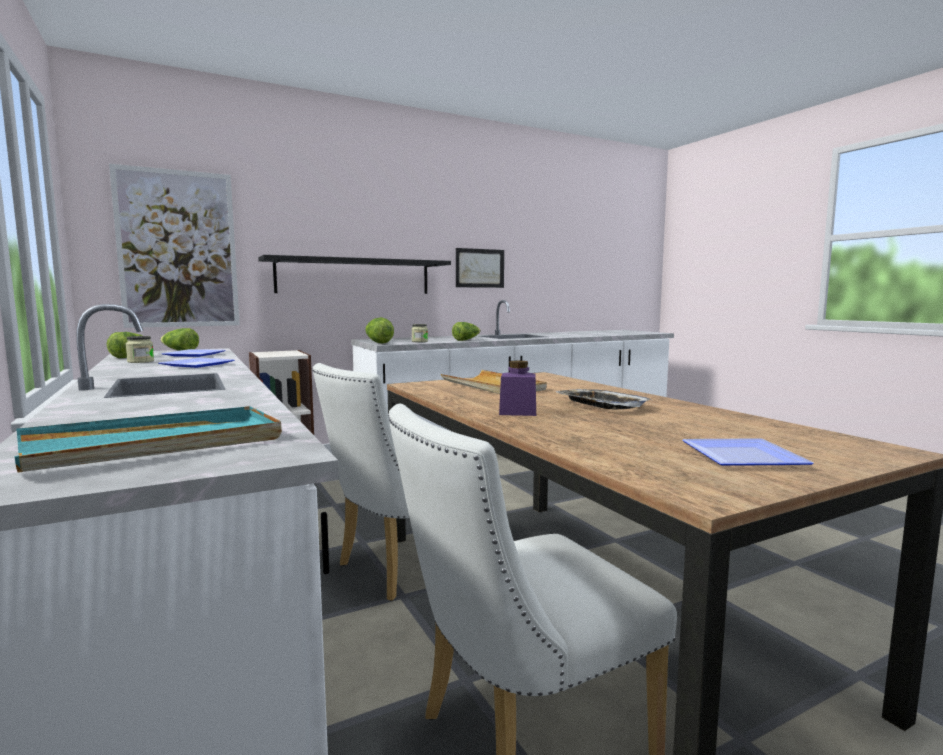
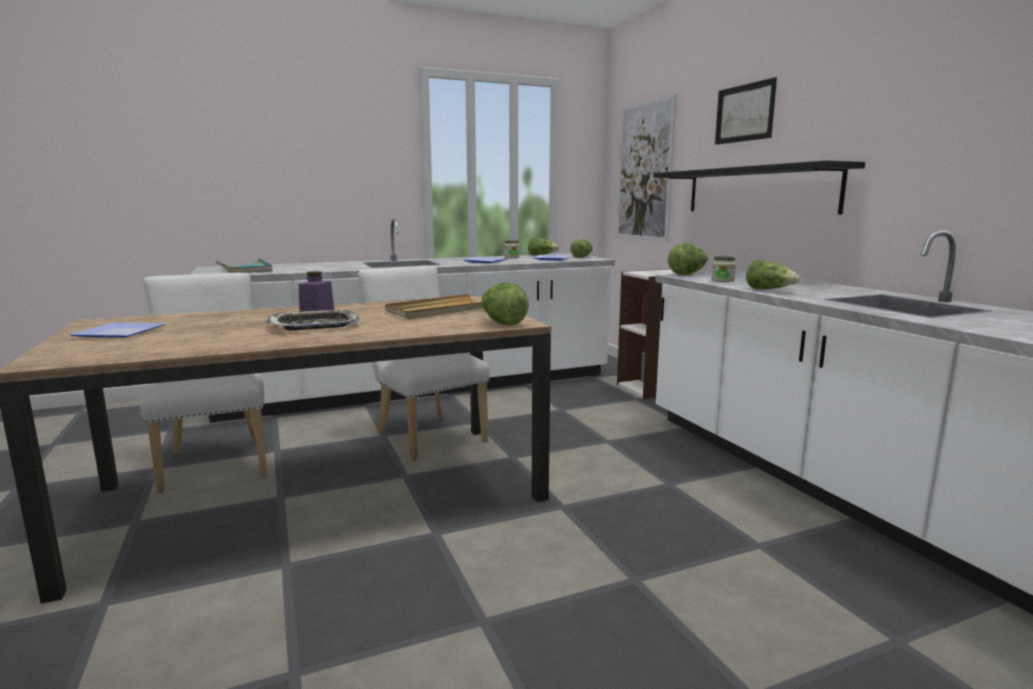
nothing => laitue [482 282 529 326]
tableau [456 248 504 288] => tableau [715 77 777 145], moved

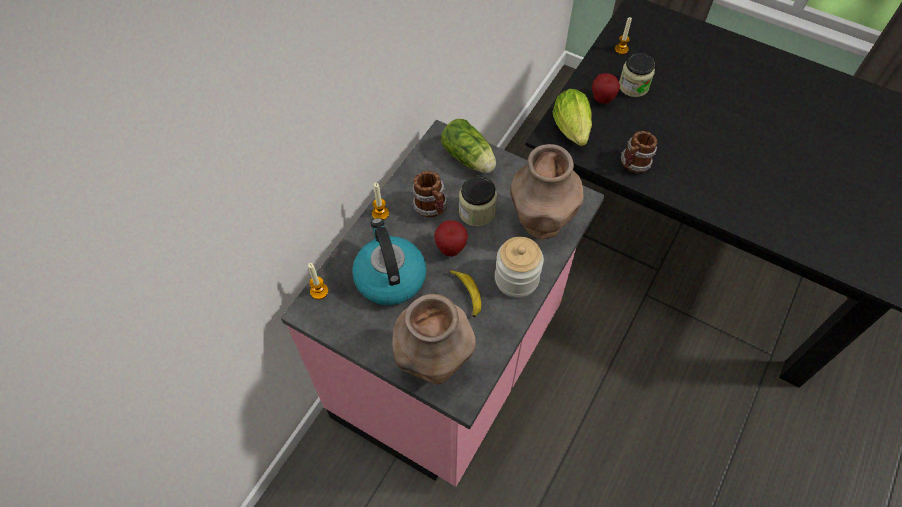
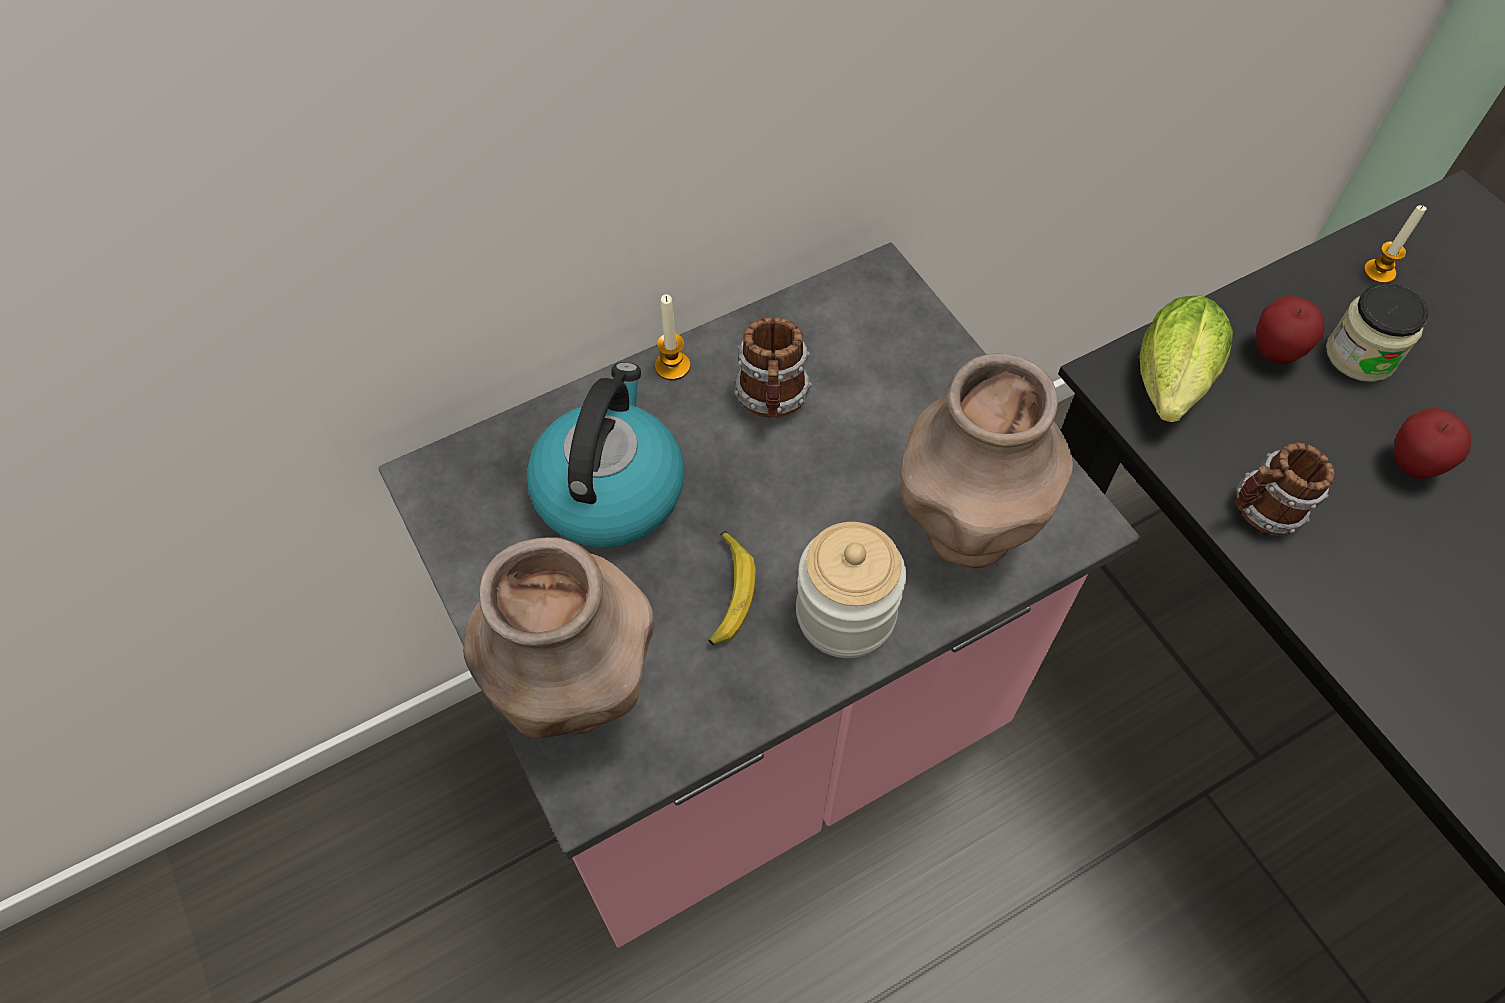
pomme [434 220 468 257] => pomme [1394 408 1471 479], moved
bougie [308 263 328 299] => nothing
laitue [441 119 496 173] => nothing
bocal [459 176 497 227] => nothing

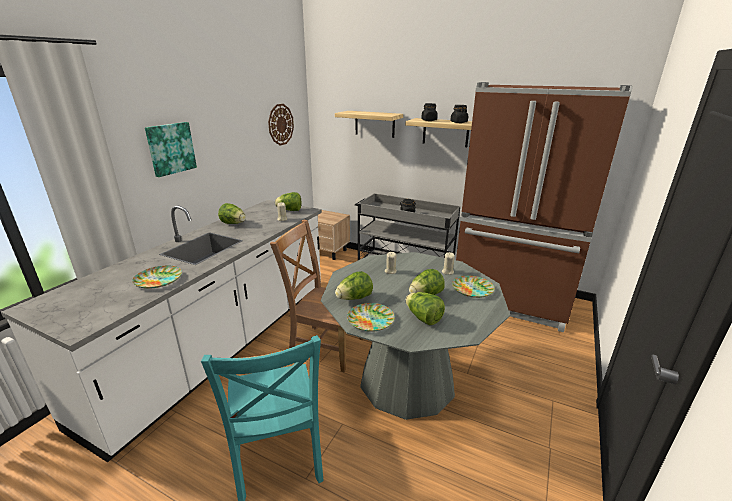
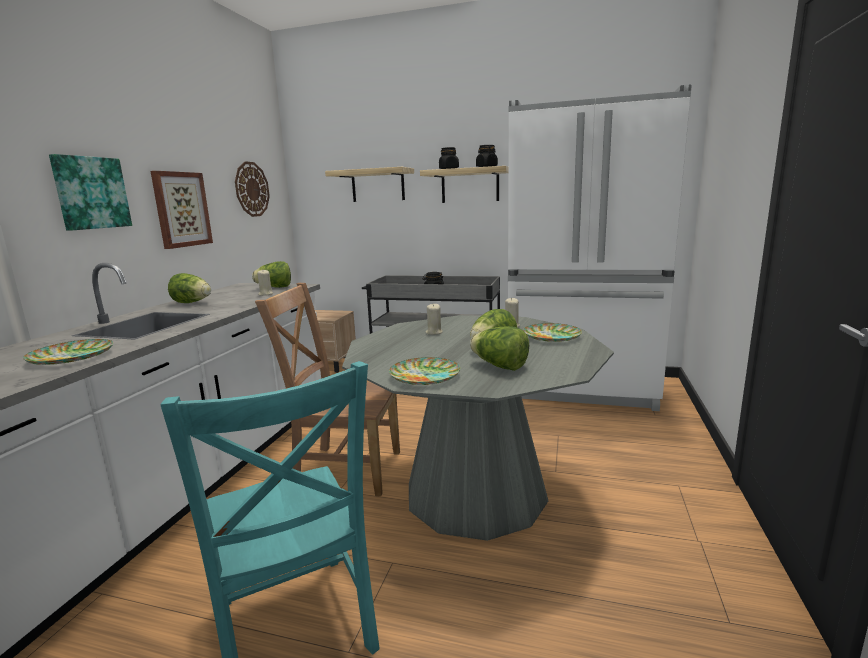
nothing => tableau [151 171 213 249]
réfrigérateur [marron] [456 82 633 332] => réfrigérateur [blanc] [508 84 692 411]
laitue [335 271 373 300] => nothing

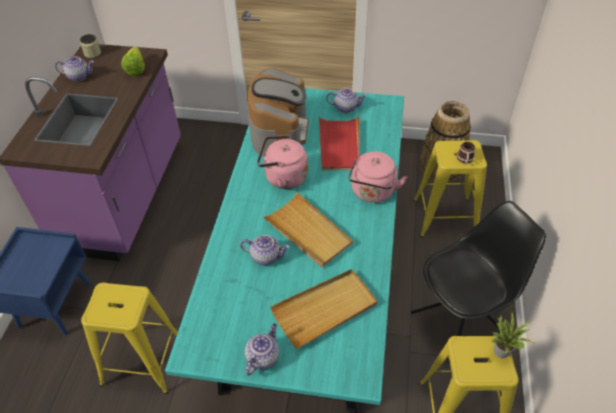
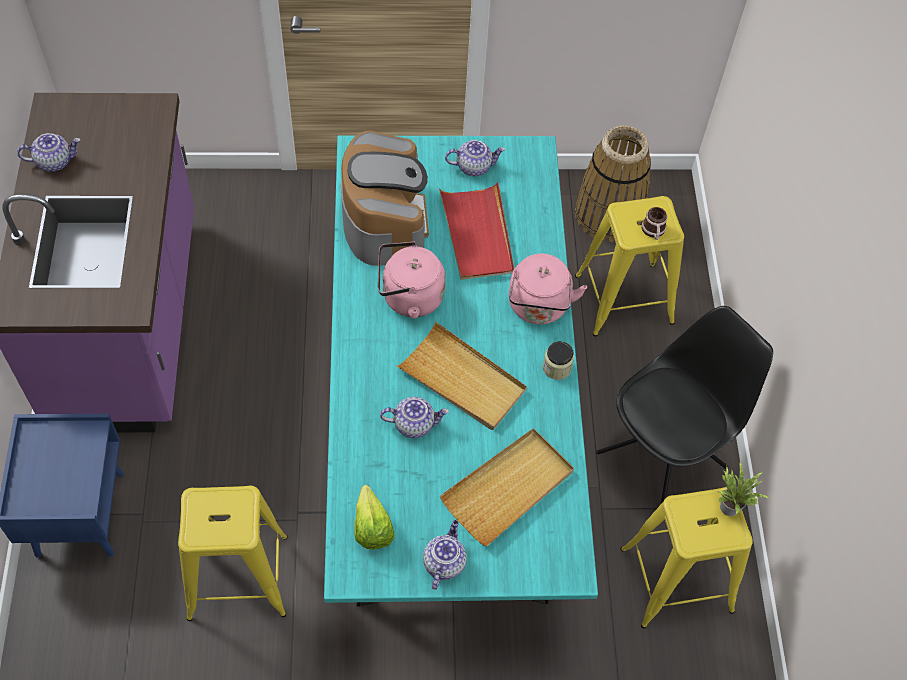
laitue [121 47 145 76] => laitue [354 485 395 550], moved
bocal [80 34 101 58] => bocal [543 341 574 380], moved

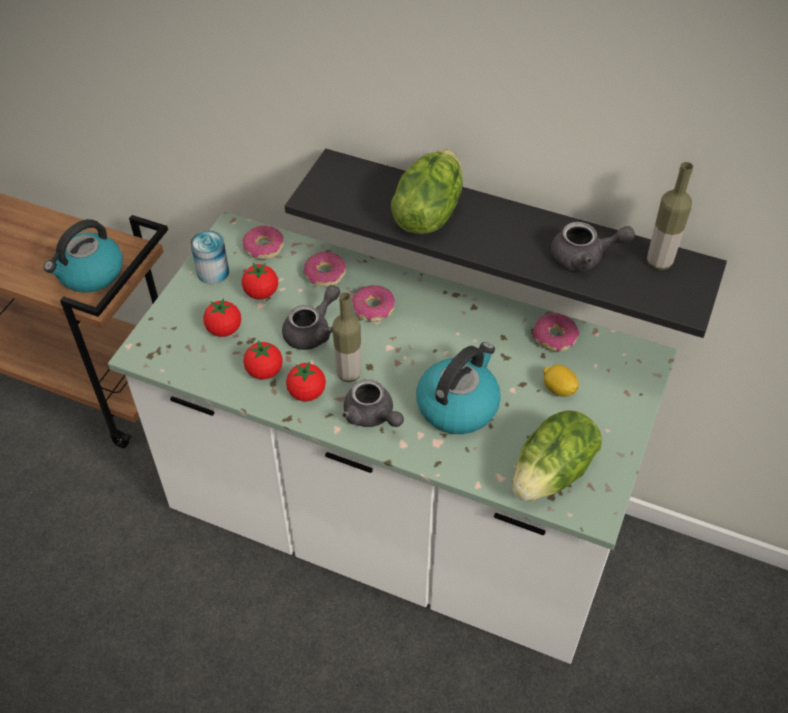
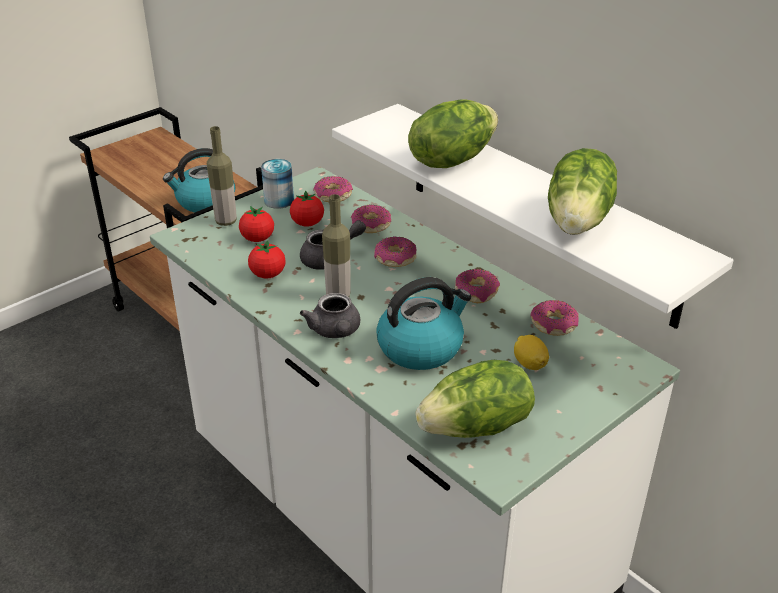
bouteille [647 162 693 270] => bouteille [207 126 237 226], moved
étagère [noir] [285 149 727 338] => étagère [blanc] [332 104 734 329]
nothing => beignet [455 269 500 303]
théière [gris] [550 222 635 271] => laitue [548 148 617 235]
tomate [286 362 326 402] => nothing

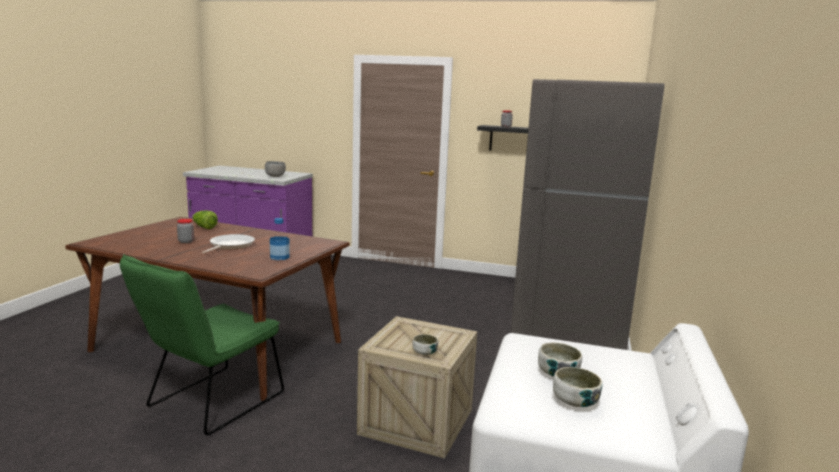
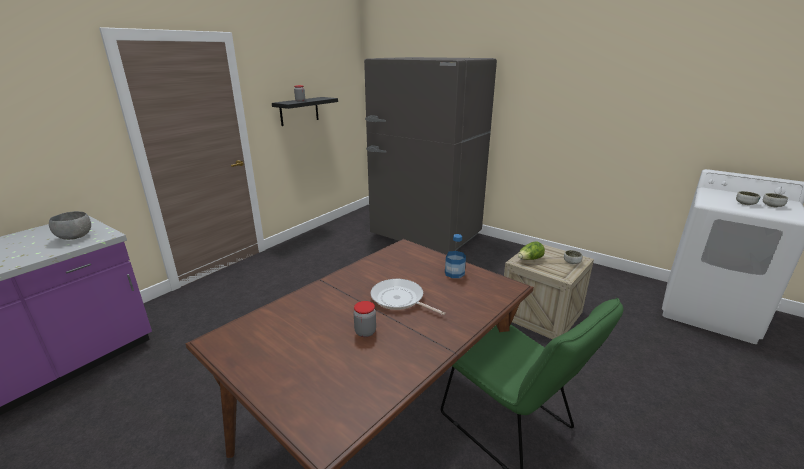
laitue [192 210 218 229] => laitue [518 242 545 260], moved

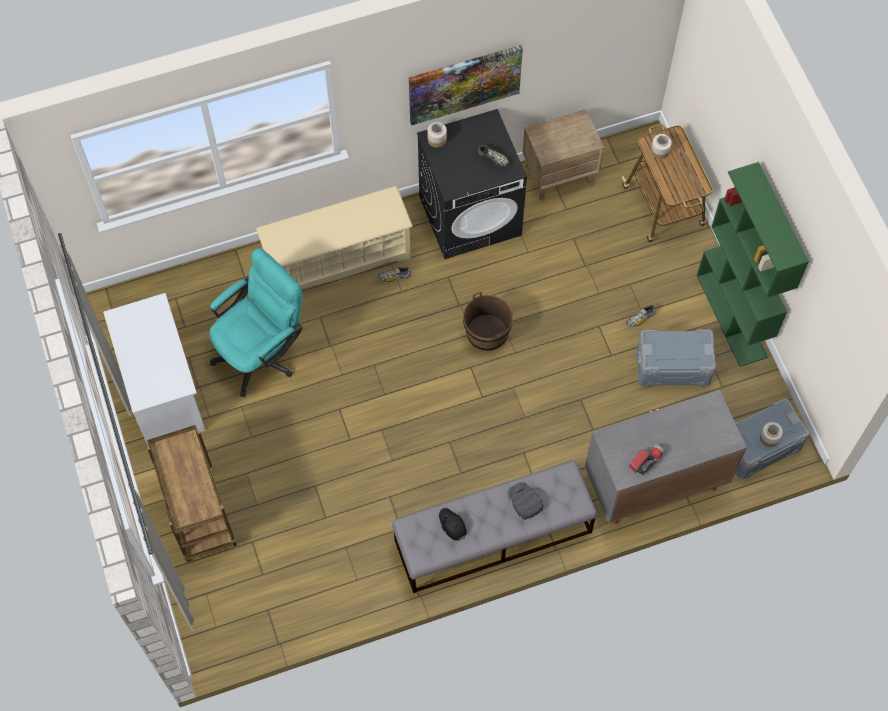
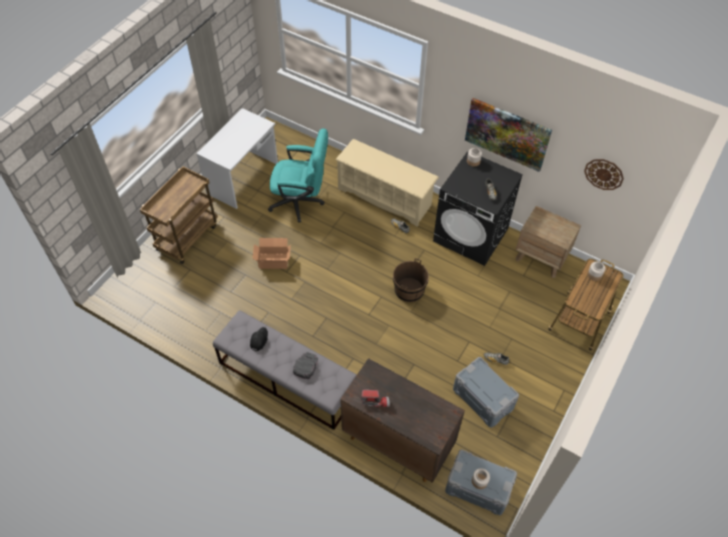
nothing => carton [252 238 291 269]
meuble de rangement [gris] [585 390 747 524] => meuble de rangement [marron] [340 358 465 483]
nothing => horloge murale [584 159 624 190]
bibliothèque [vert] [697 162 809 367] => nothing

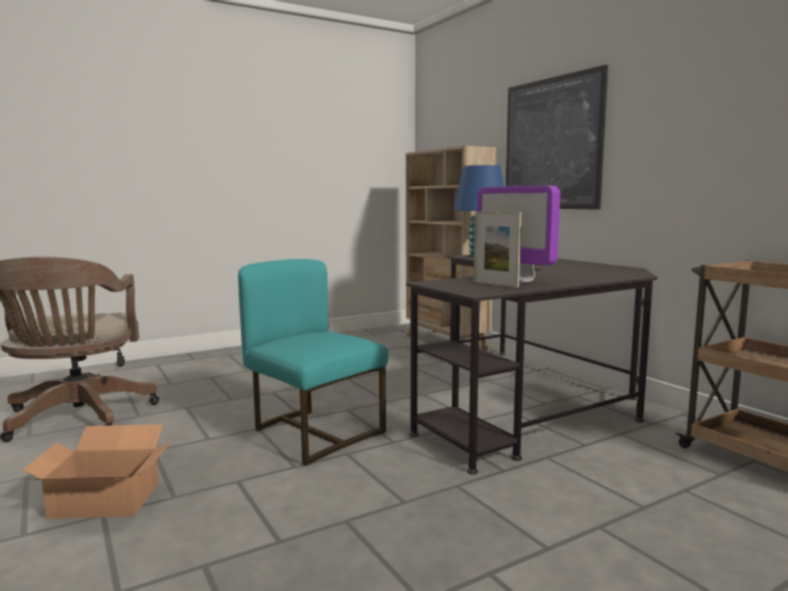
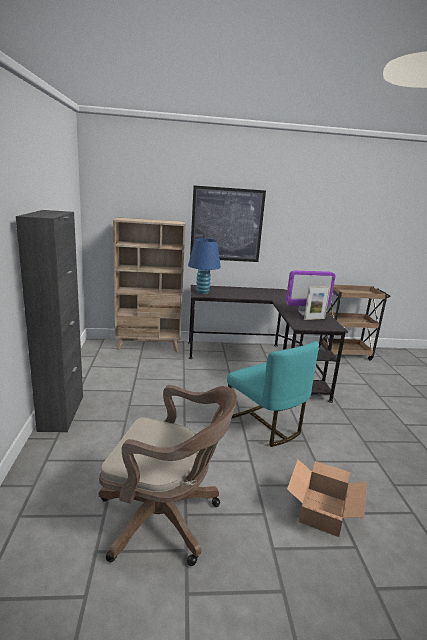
nothing => meuble de rangement [noir] [16 210 83 432]
chaise [turquoise] [238 259 388 466] => chaise [turquoise] [227 341 319 447], 105 degrees counterclockwise

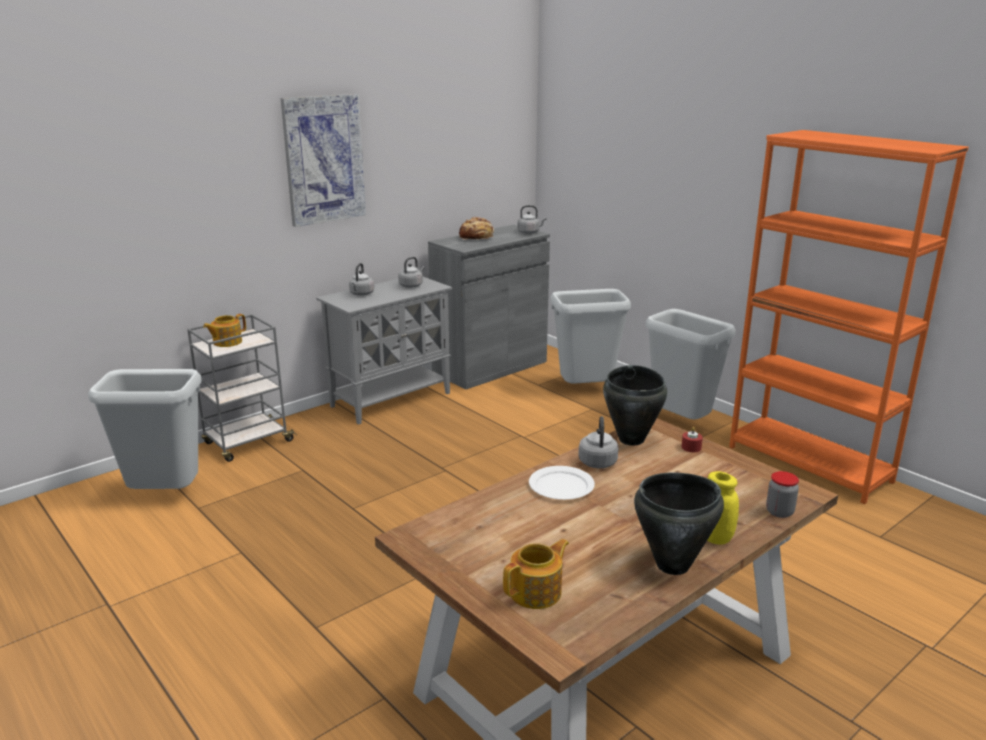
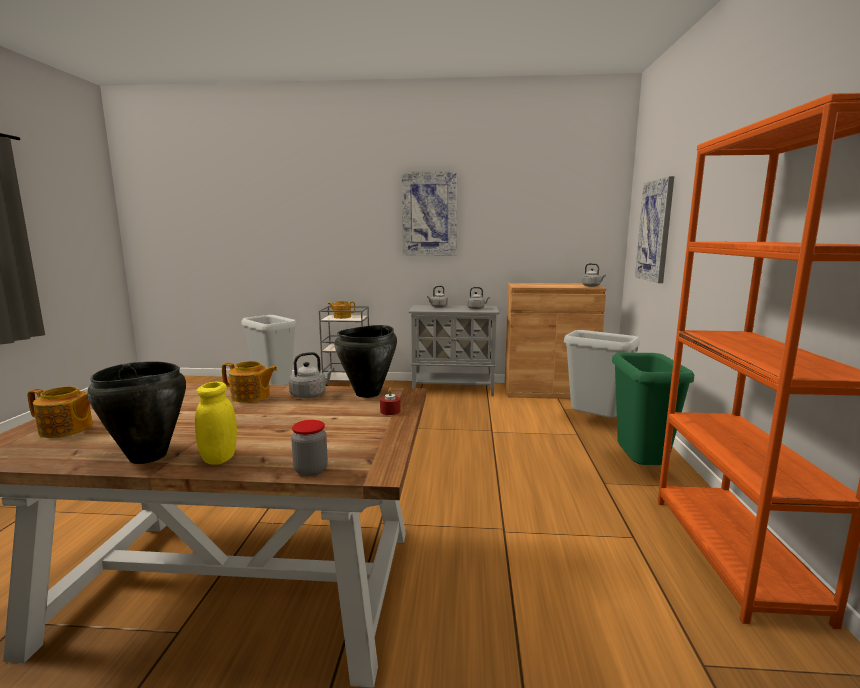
assiette [blanc] [529 466 595 500] => théière [222 361 278 403]
meuble de rangement [gris] [428 225 550 390] => meuble de rangement [marron] [505 283 606 399]
poubelle [gris] [646 309 736 419] => poubelle [vert] [612 353 694 465]
nothing => tableau [635 176 674 283]
pain [459 217 494 240] => nothing

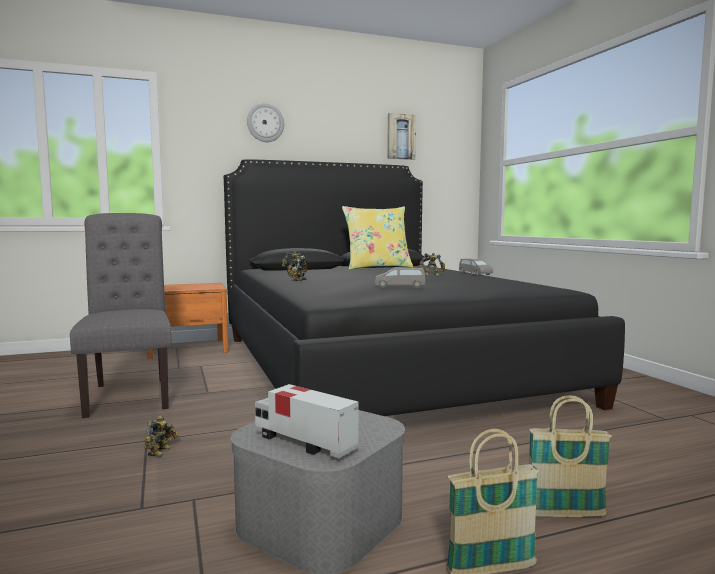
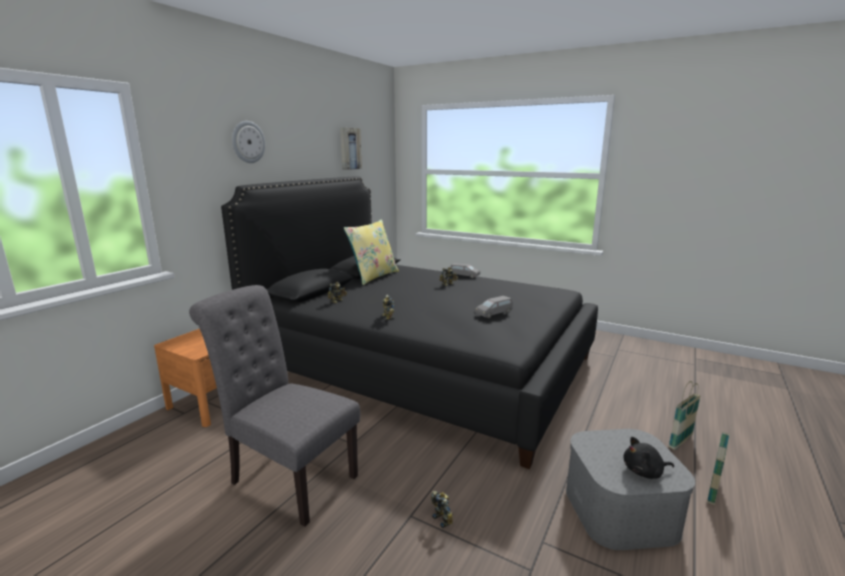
camion jouet [255 384 359 458] => peluche [noir] [624 437 674 479]

